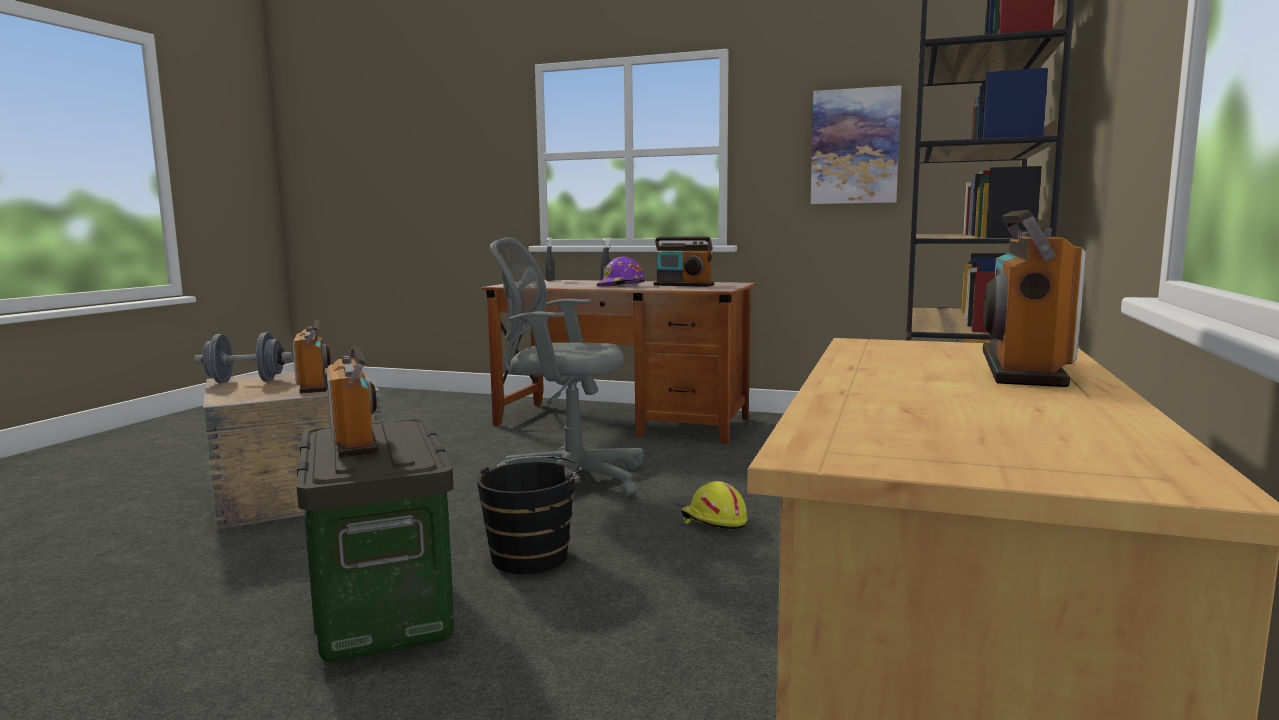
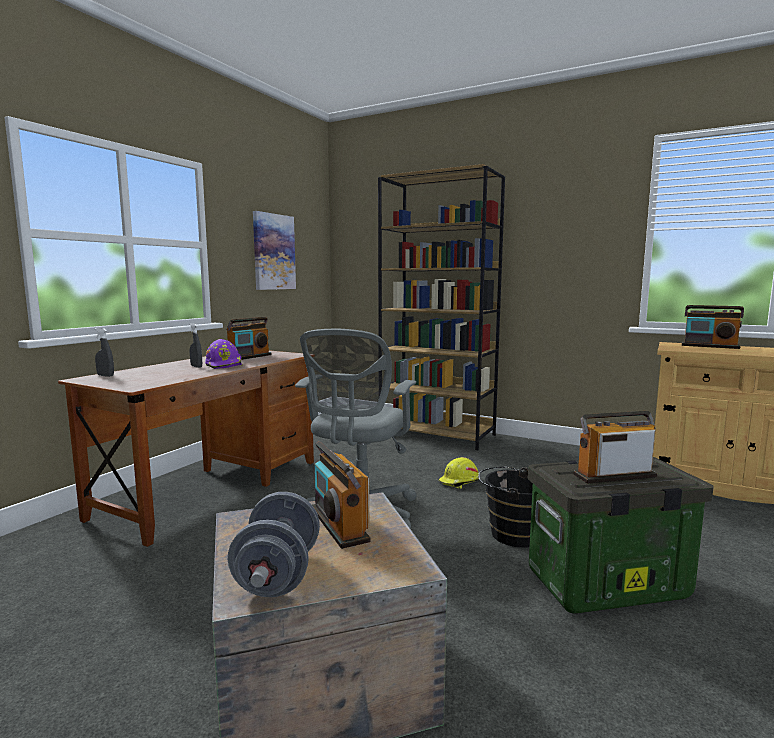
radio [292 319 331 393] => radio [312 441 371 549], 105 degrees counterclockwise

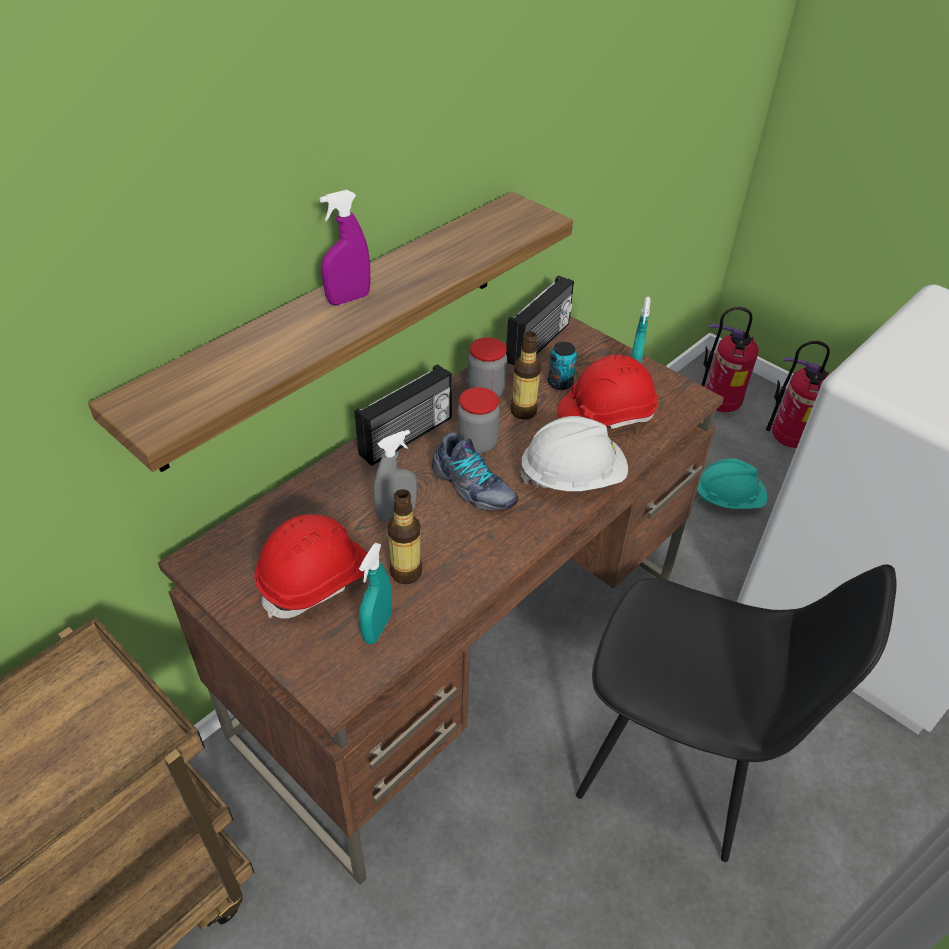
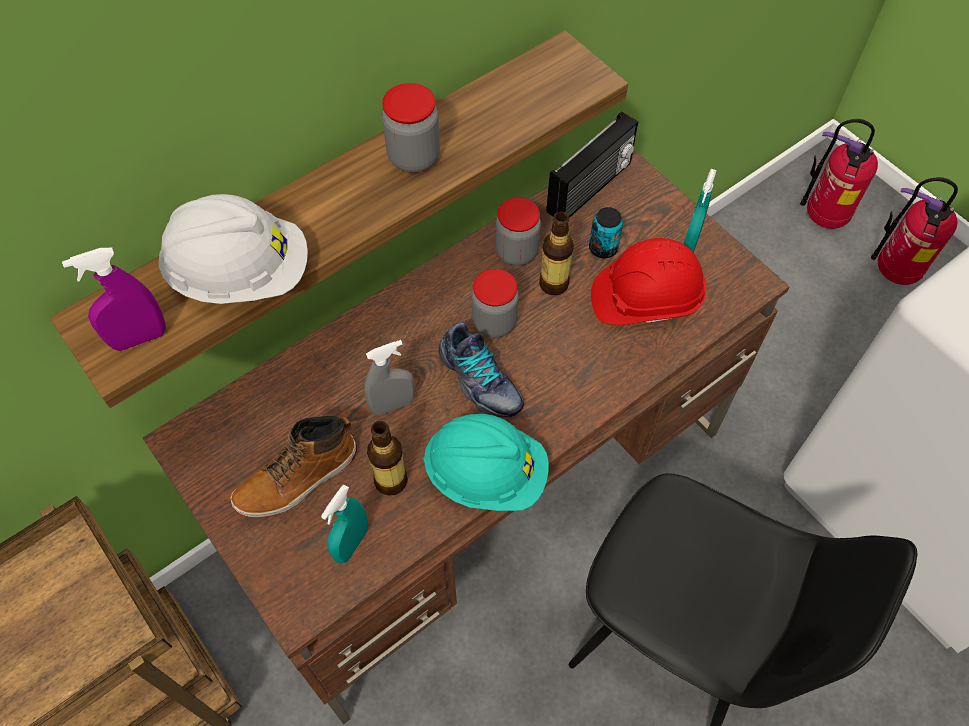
vaporisateur [violet] [320 190 370 305] => vaporisateur [violet] [62 248 166 351], moved
casque de chantier [blanc] [520 416 628 491] => casque de chantier [blanc] [158 194 308 304], moved
casque de chantier [rouge] [254 514 367 618] => botte [230 416 357 518]
nothing => bocal [382 83 440 172]
casque de chantier [turquoise] [695 459 767 509] => casque de chantier [turquoise] [423 414 549 511], moved
radio [355 364 452 466] => nothing

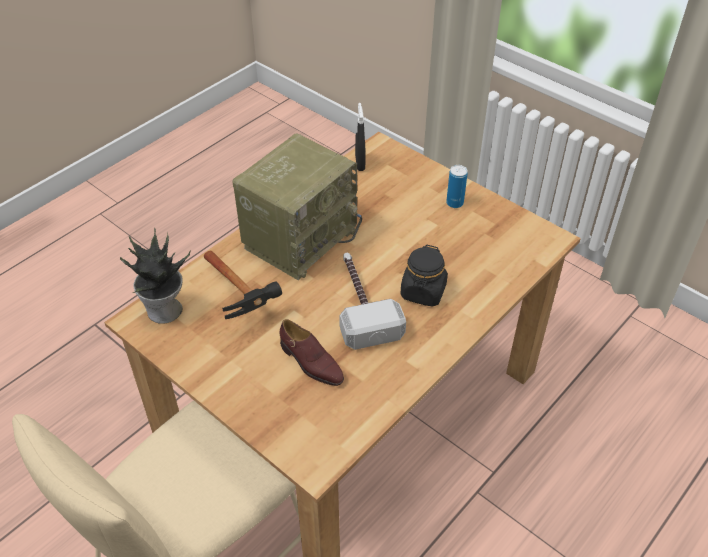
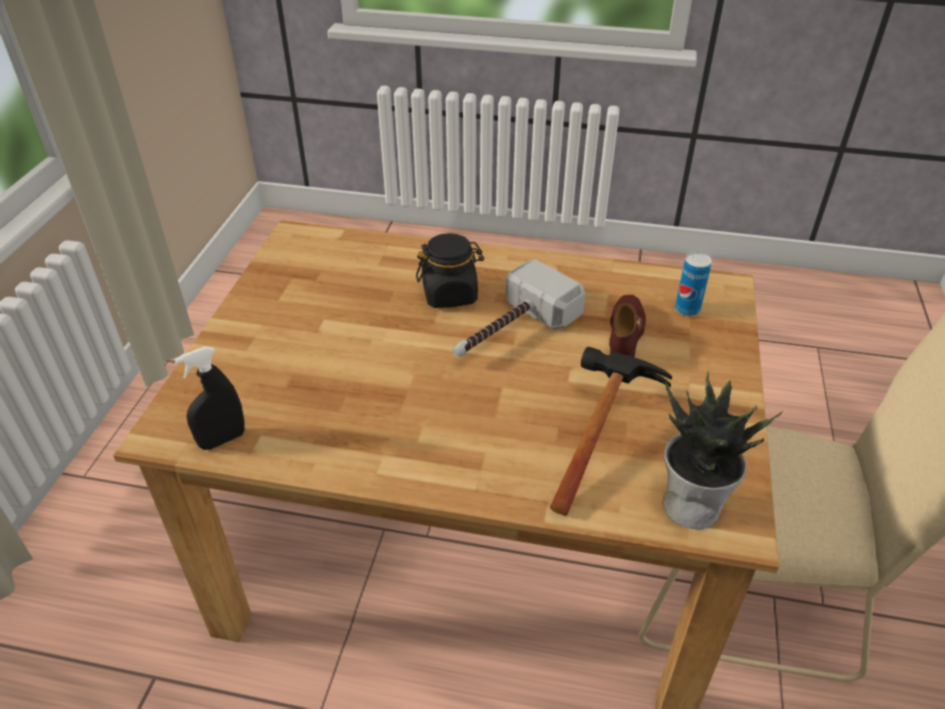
boîte métallique [446 165 468 208] => boîte métallique [675 252 712 316], moved
radio [232 133 362 280] => nothing

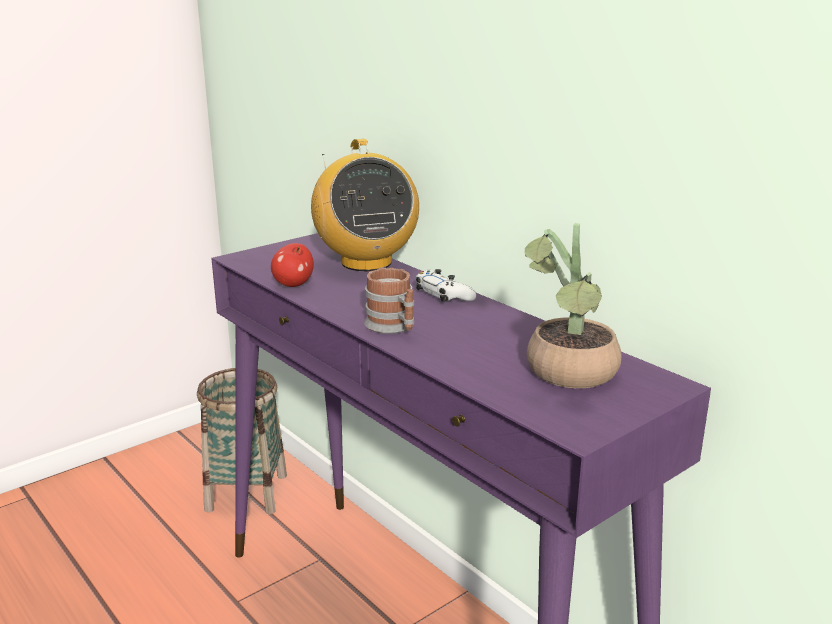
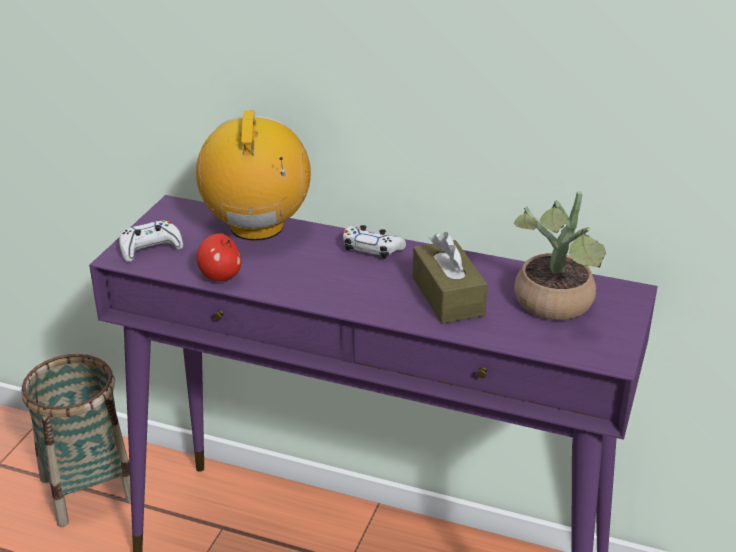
nothing => manette [blanc] [119 220 183 262]
radio [311 139 419 271] => radio [196 110 311 241], 135 degrees counterclockwise
nothing => boîte à mouchoirs [marron] [413 232 488 323]
mug [364 267 414 334] => nothing

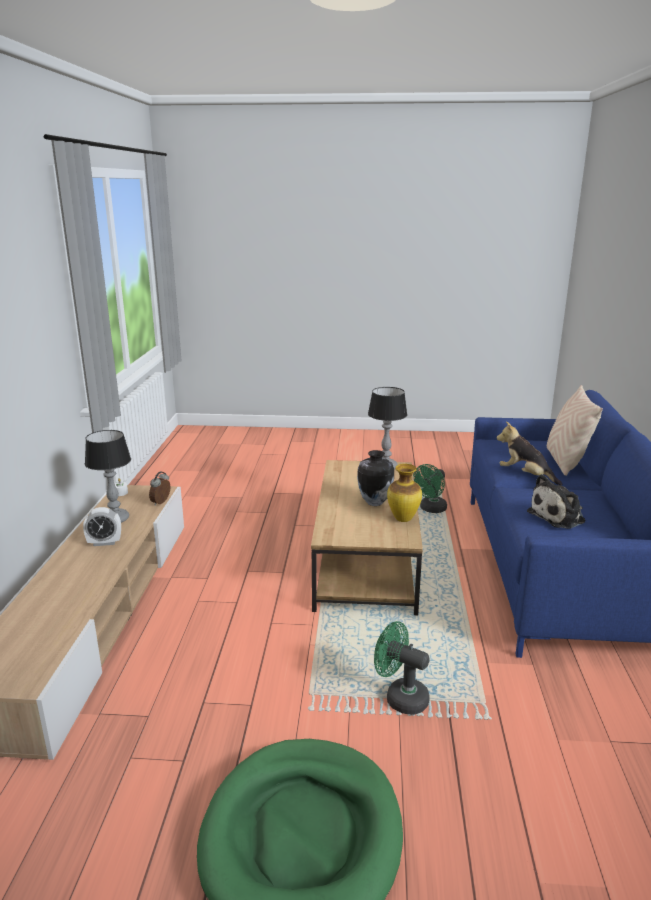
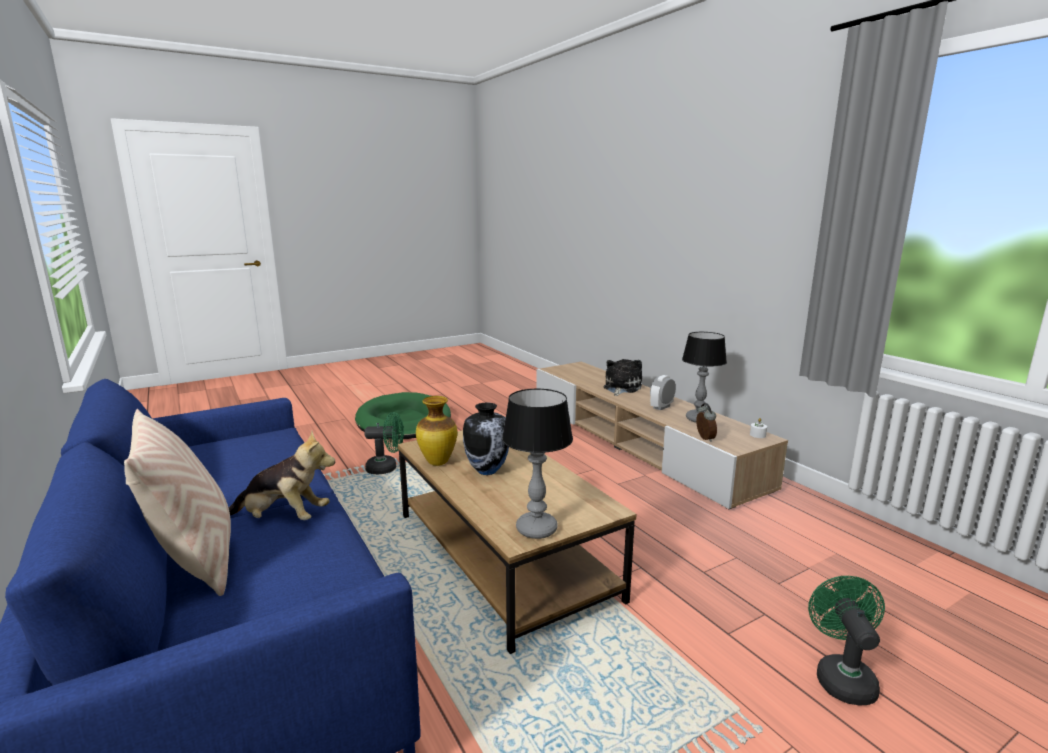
peluche [527 474 585 529] => peluche [604 359 642 396], moved
ventilateur [vert] [413 464 447 513] => ventilateur [vert] [808 576 885 705], moved

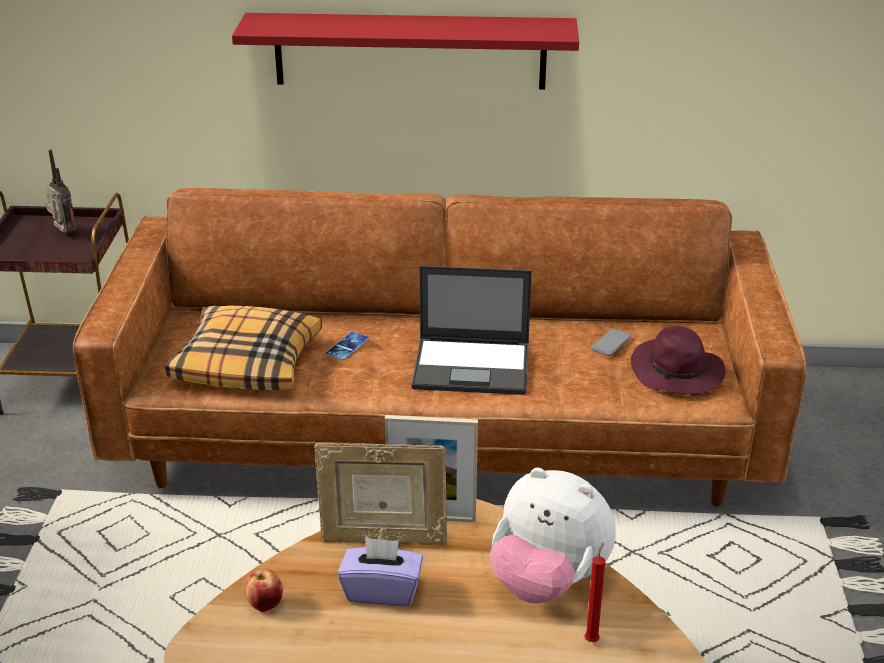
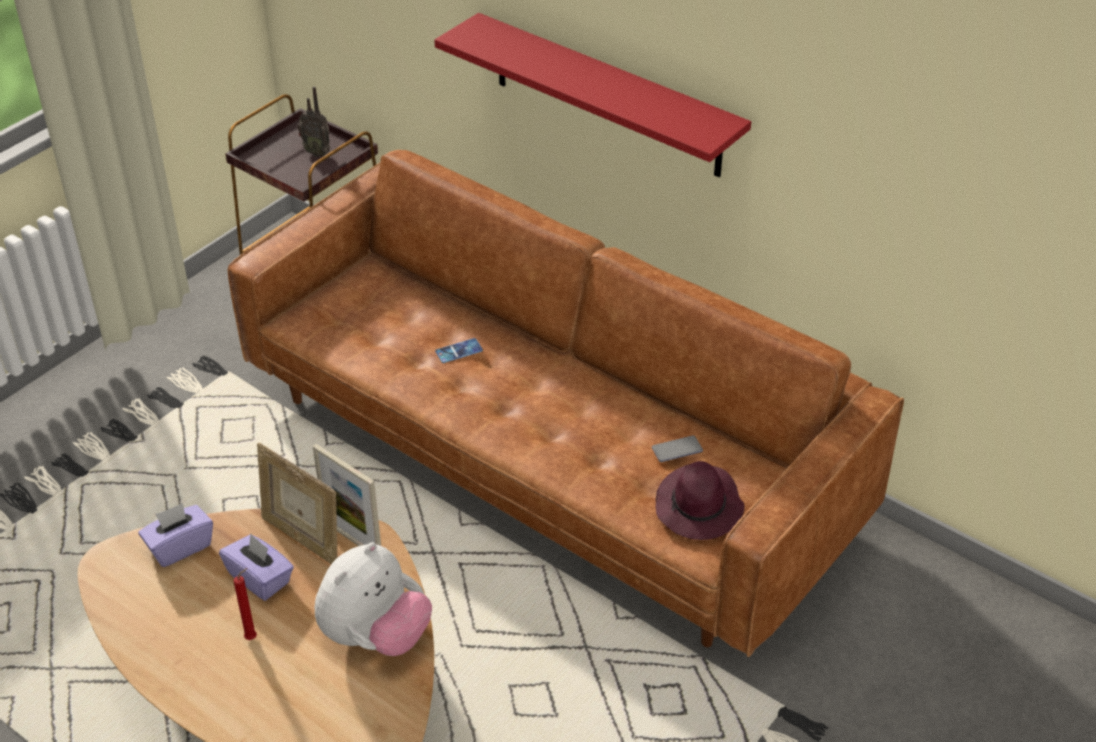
pomme [244 569 283 612] => boîte à mouchoirs [violet] [138 503 213 567]
bougie [rouge] [585 542 605 642] => bougie [rouge] [234 568 257 640], moved
radio [45 149 76 234] => radio [297 86 330 157], 120 degrees clockwise
peluche [490 467 616 604] => peluche [315 542 432 656], 120 degrees counterclockwise
coussin [165 305 322 390] => nothing
ordinateur portable [412 266 532 395] => nothing

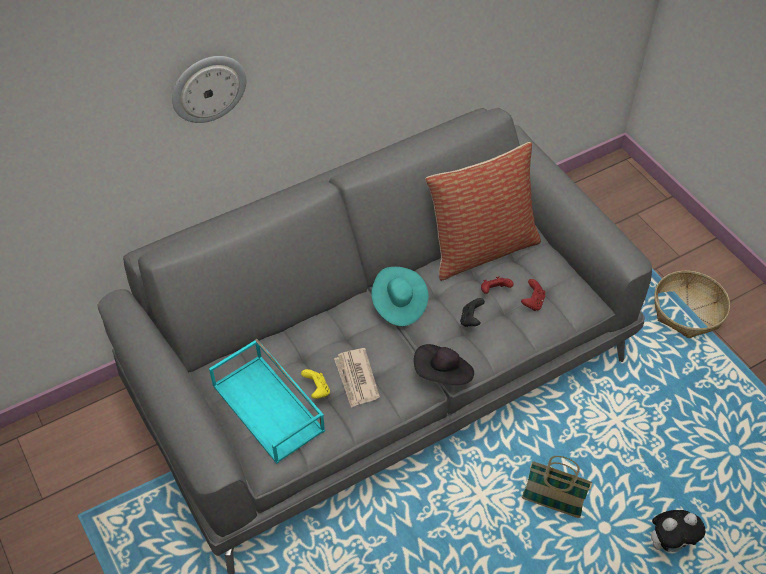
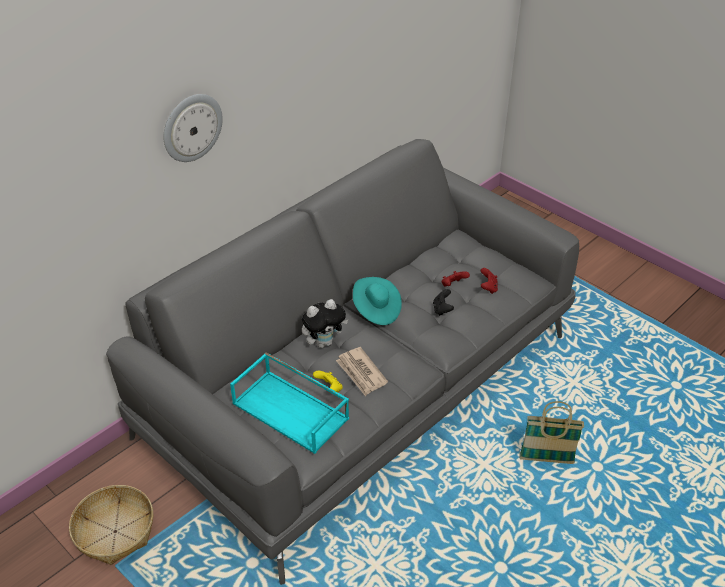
panier [654 271 730 338] => panier [69 485 153 565], moved
peluche [651 510 706 552] => peluche [302 299 348 348], moved
chapeau [noir] [414 344 474 385] => nothing
coussin [425 142 541 281] => nothing

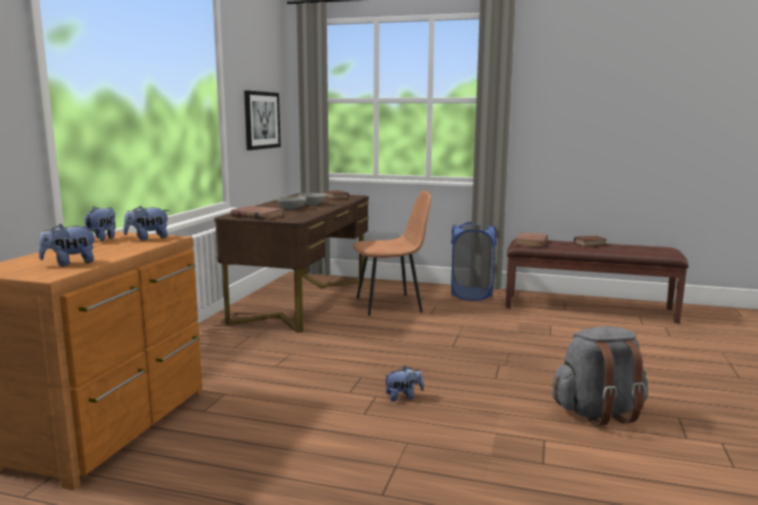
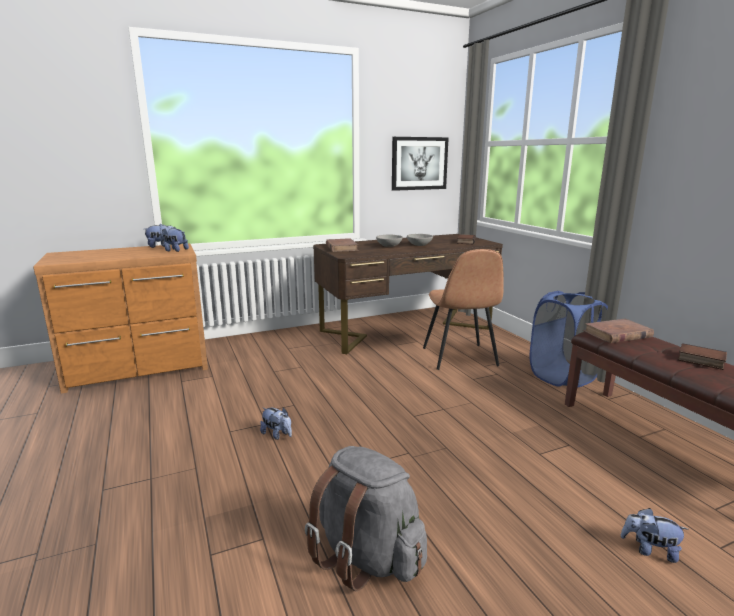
chaise [marron] [353 190 431 316] => chaise [marron] [423 249 504 370], 45 degrees clockwise
peluche [39 224 96 266] => peluche [621 508 689 563], moved

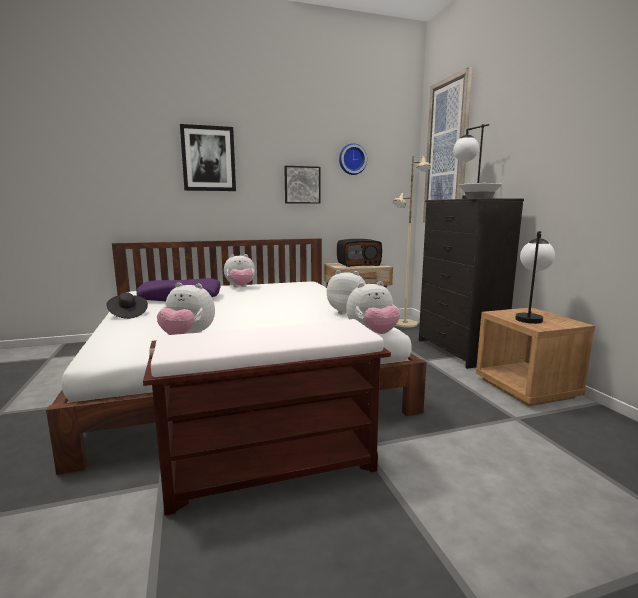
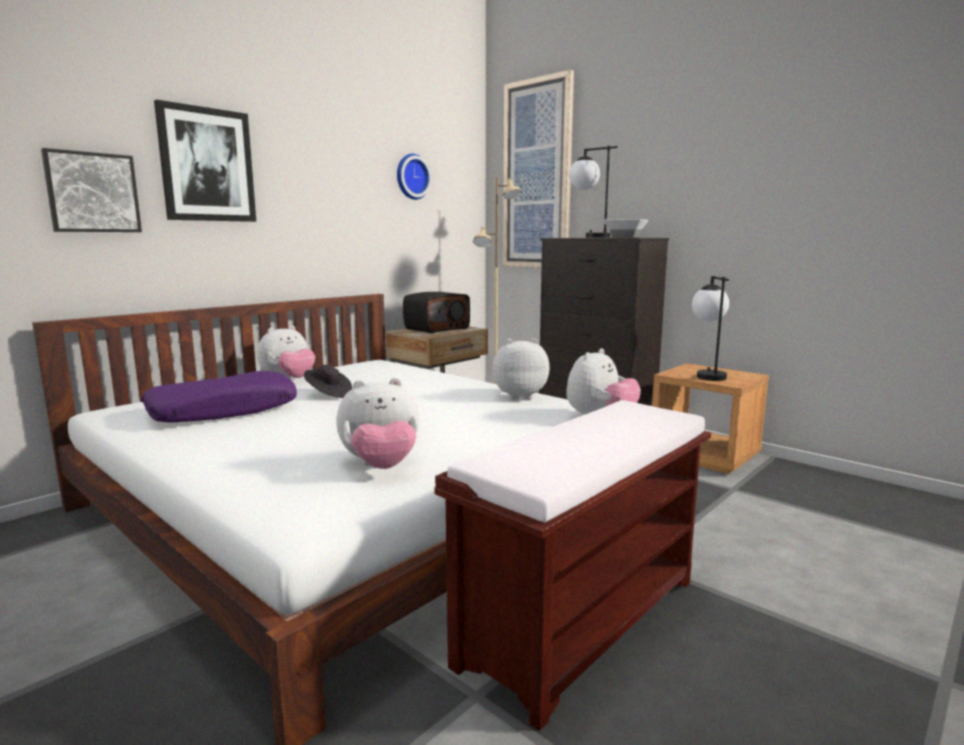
tableau [284 166 320 204] => tableau [41 148 142 232], moved
chapeau [noir] [106 292 148 319] => chapeau [noir] [304 365 352 398], moved

